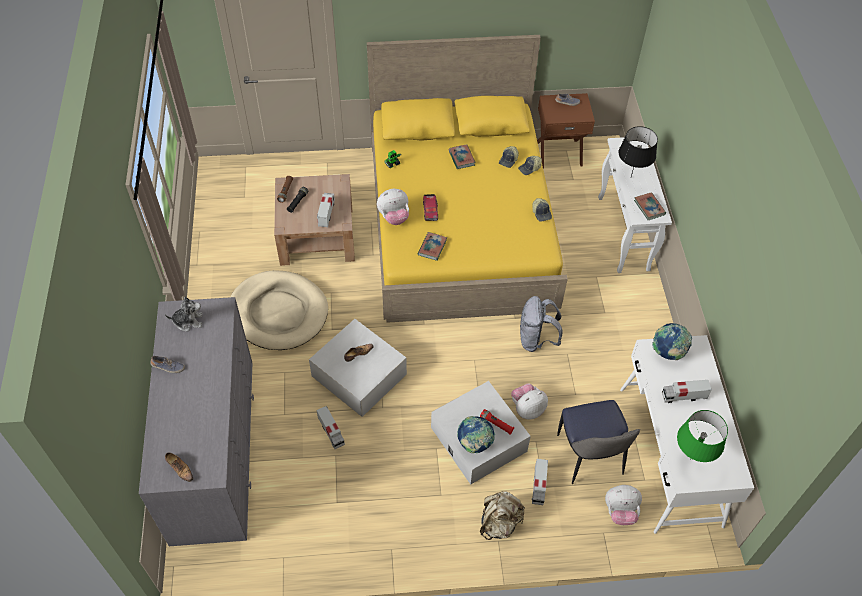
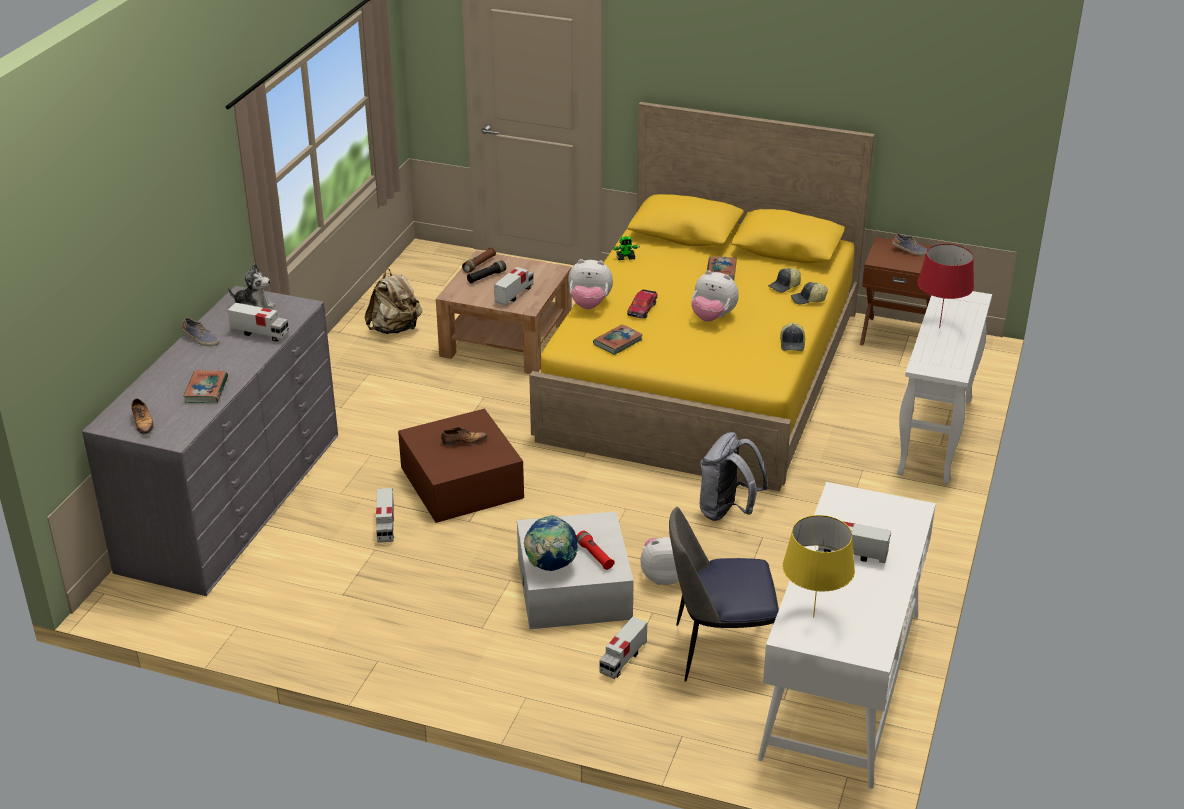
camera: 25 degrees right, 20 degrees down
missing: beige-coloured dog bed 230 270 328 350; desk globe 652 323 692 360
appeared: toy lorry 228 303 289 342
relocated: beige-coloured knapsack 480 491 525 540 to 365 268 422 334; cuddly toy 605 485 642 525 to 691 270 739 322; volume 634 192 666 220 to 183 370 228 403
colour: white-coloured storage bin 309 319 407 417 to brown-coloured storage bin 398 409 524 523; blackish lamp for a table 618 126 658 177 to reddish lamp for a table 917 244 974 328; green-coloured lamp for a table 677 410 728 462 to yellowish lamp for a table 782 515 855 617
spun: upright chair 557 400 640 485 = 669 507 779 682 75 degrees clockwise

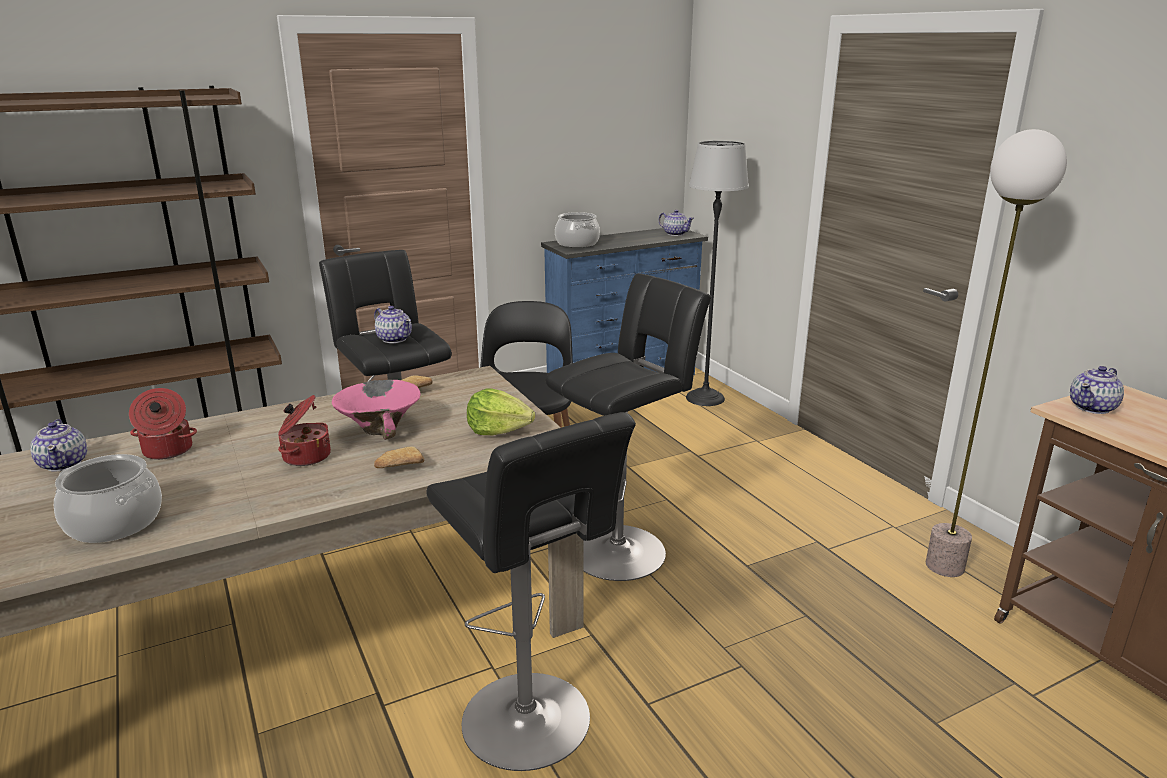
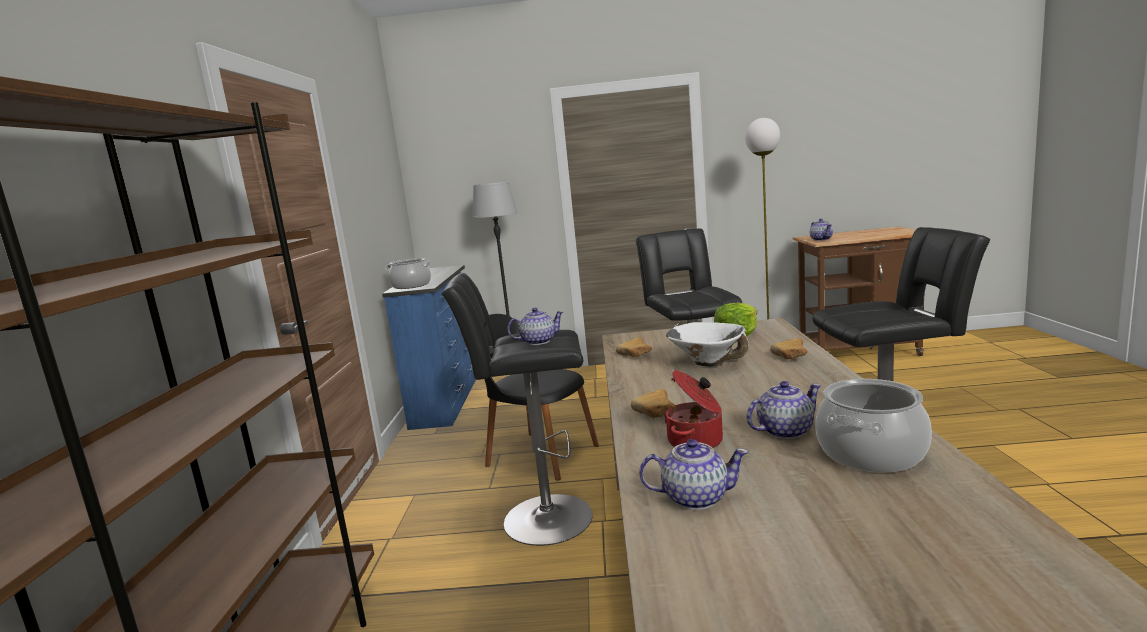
camera: 60 degrees left, 10 degrees down
missing: cooking pot 278 395 331 466
appeared: bread 631 389 675 418
relocated: teapot 658 210 694 236 to 747 381 821 439
colour: pinkish deep dish 332 380 421 440 to white-coloured deep dish 666 322 749 367

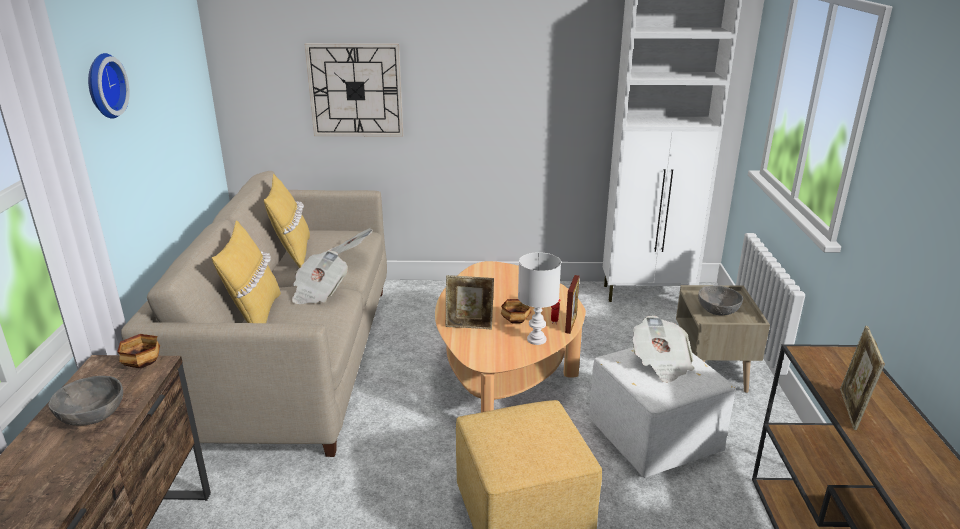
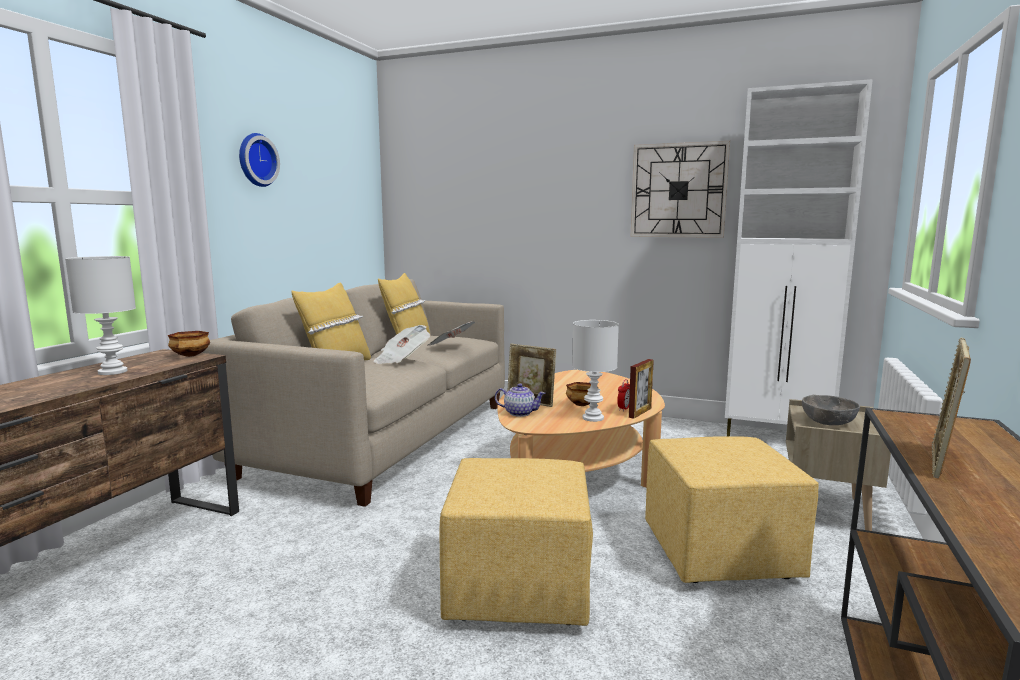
camera: 20 degrees right, 15 degrees down
missing: newspaper 633 315 694 383
appeared: teapot 495 383 546 417
relocated: clock on the wall 305 43 403 137 to 631 141 730 238
exchanged: greyish deep dish 48 376 123 426 to white-coloured lamp for a table 65 256 136 375
colour: white-coloured ottoman 589 347 736 478 to yellowish ottoman 645 436 819 583

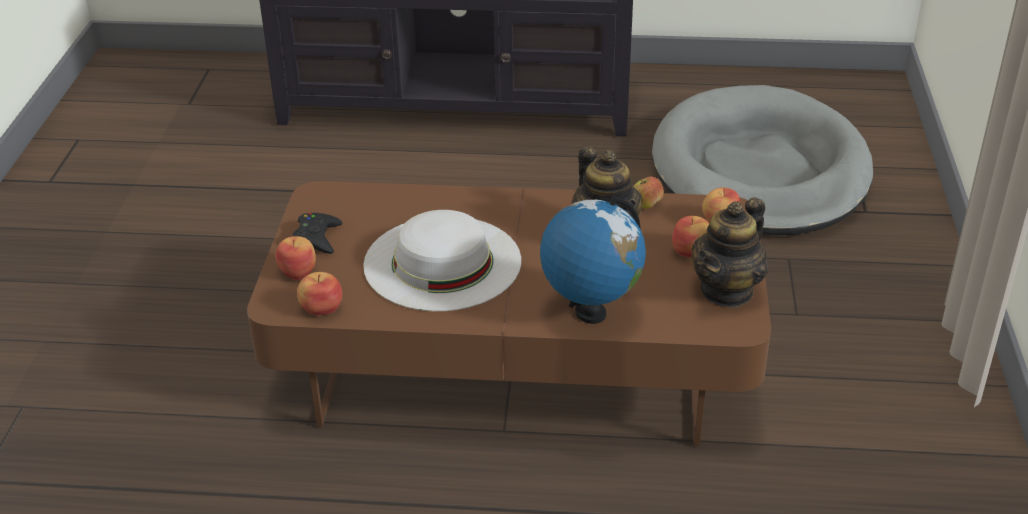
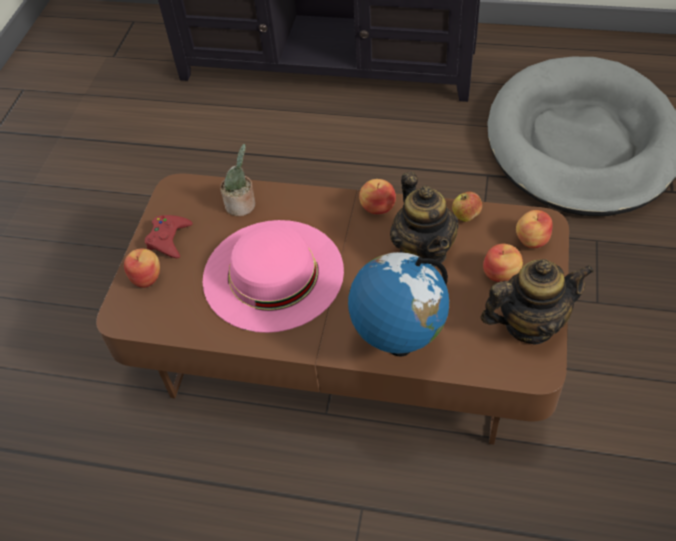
camera: 10 degrees right, 15 degrees up
appeared: houseplant 220 144 255 216
relocated: apple 297 272 342 315 to 359 179 396 214
colour: blackish game controller 293 212 342 254 to reddish game controller 145 215 193 258; white-coloured clothing hat 363 210 521 311 to pinkish clothing hat 203 220 344 333
spun: teapot 692 197 768 308 = 480 259 594 344 150 degrees counterclockwise

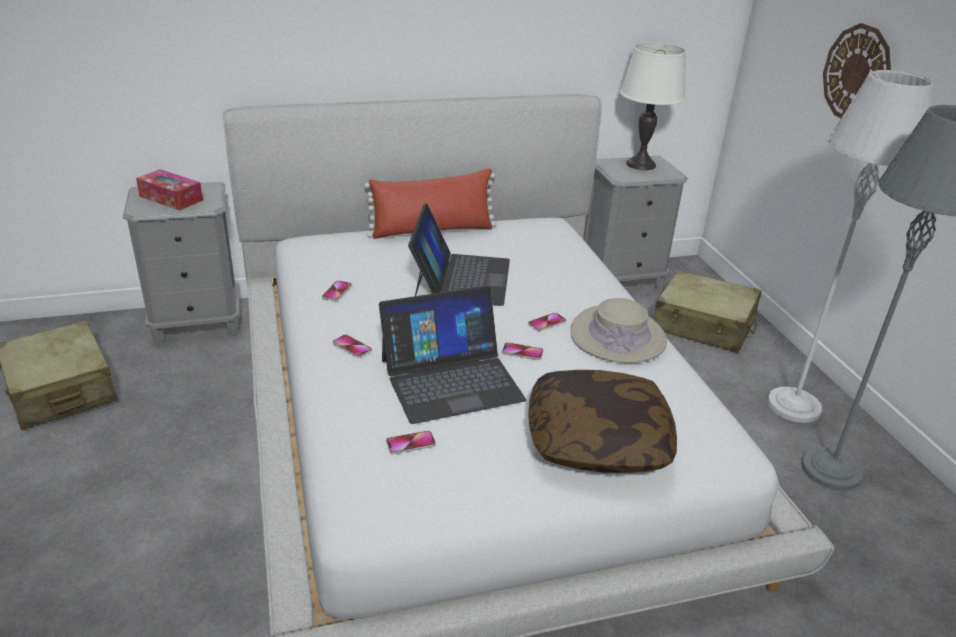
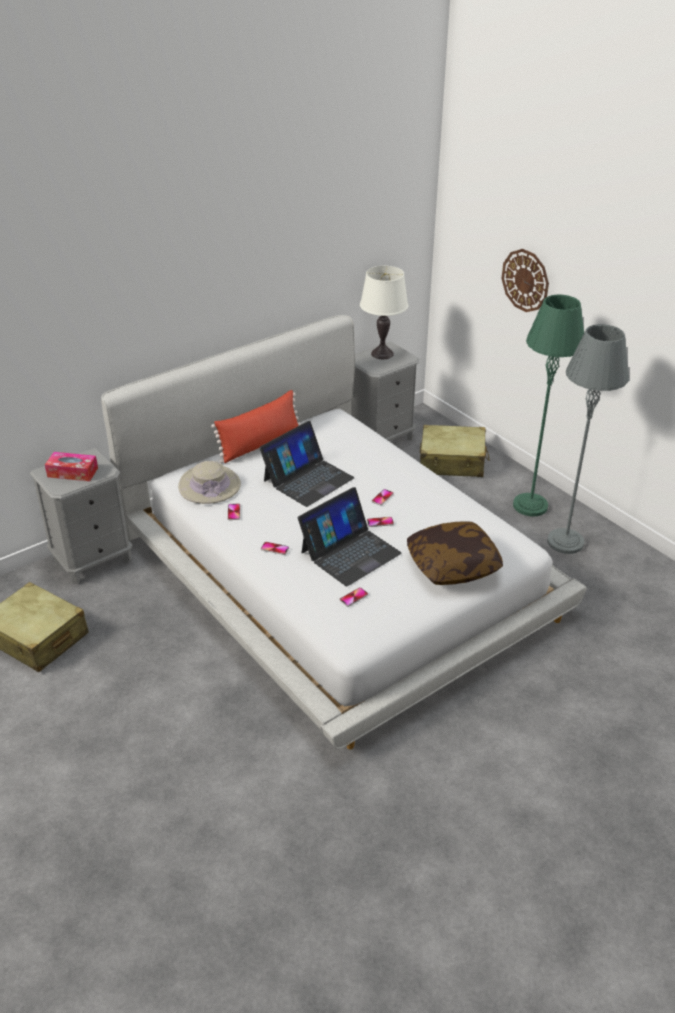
camera: 20 degrees left, 5 degrees up
relocated: beige-coloured clothing hat 570 298 667 363 to 178 461 241 504
colour: greyish standard lamp 767 70 933 423 to green-coloured standard lamp 513 295 584 516
spun: laptop 408 203 510 306 = 260 421 354 507 60 degrees clockwise

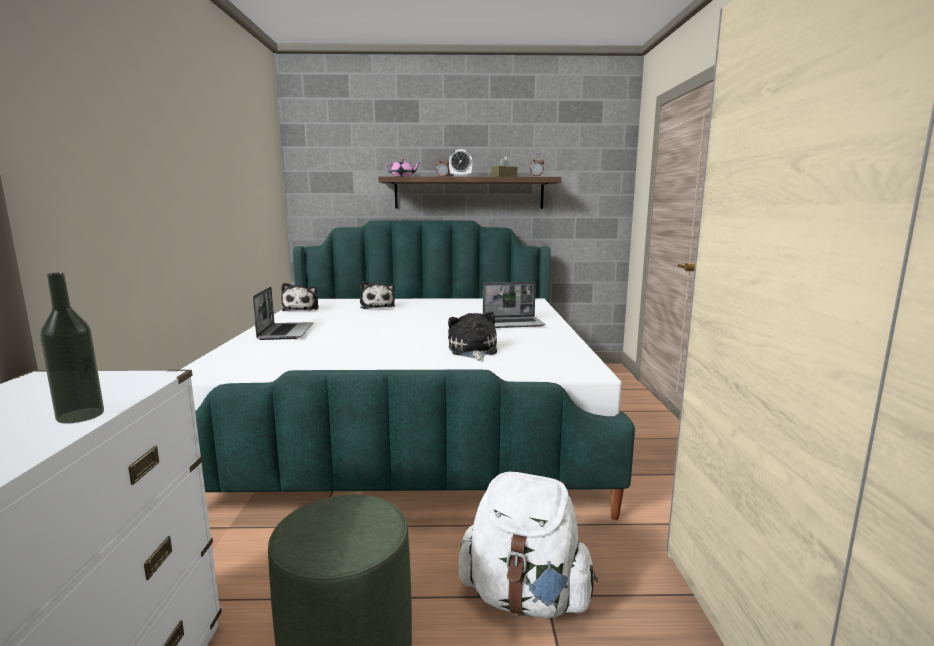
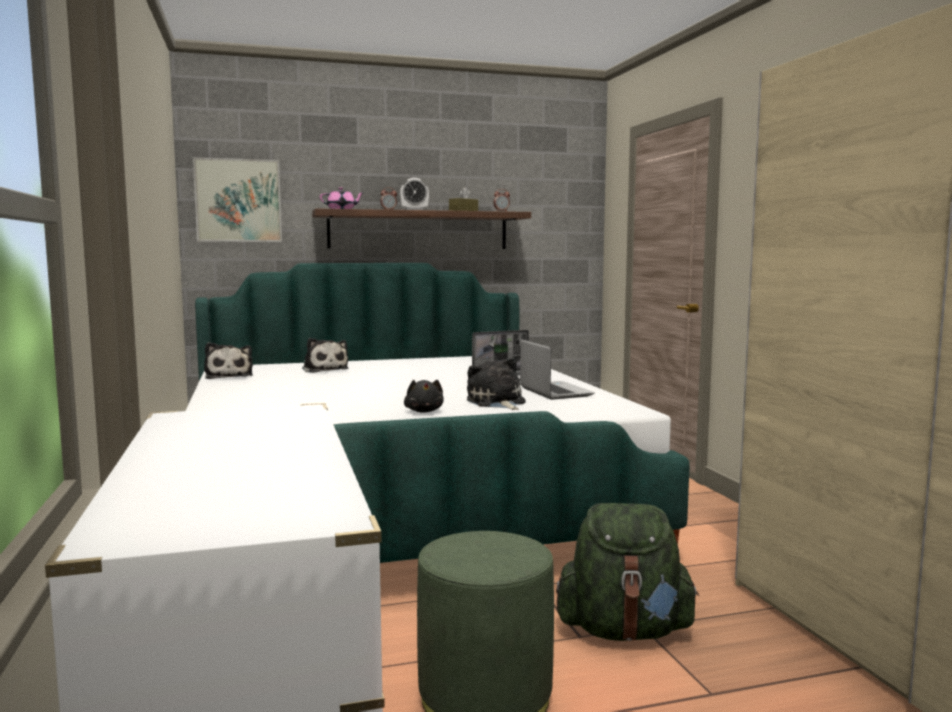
camera: 15 degrees left, 5 degrees down
missing: bottle 40 273 104 424
appeared: wall picture 193 157 282 242; blackish cuddly toy 404 380 444 413
relocated: laptop 253 287 313 340 to 520 339 595 400
colour: white-coloured knapsack 458 472 598 618 to green-coloured knapsack 556 503 699 641

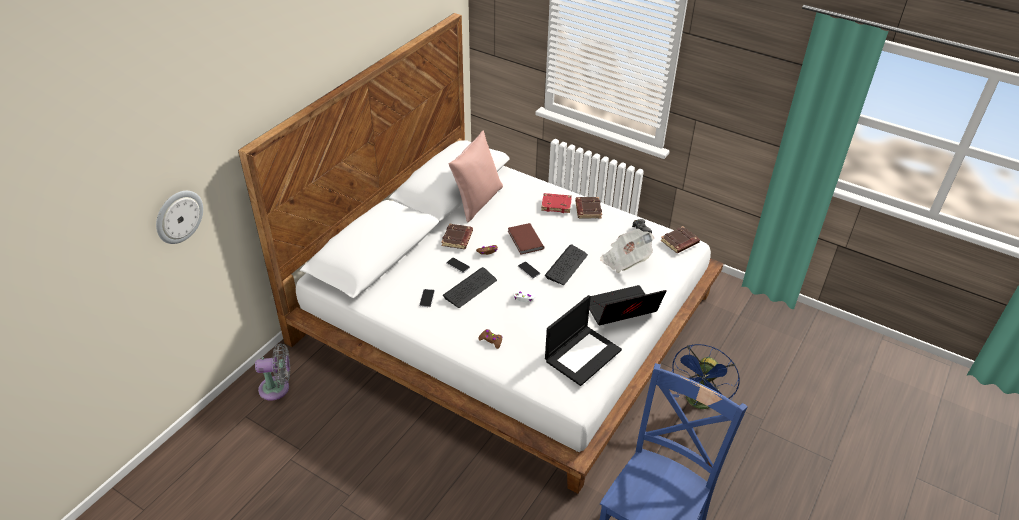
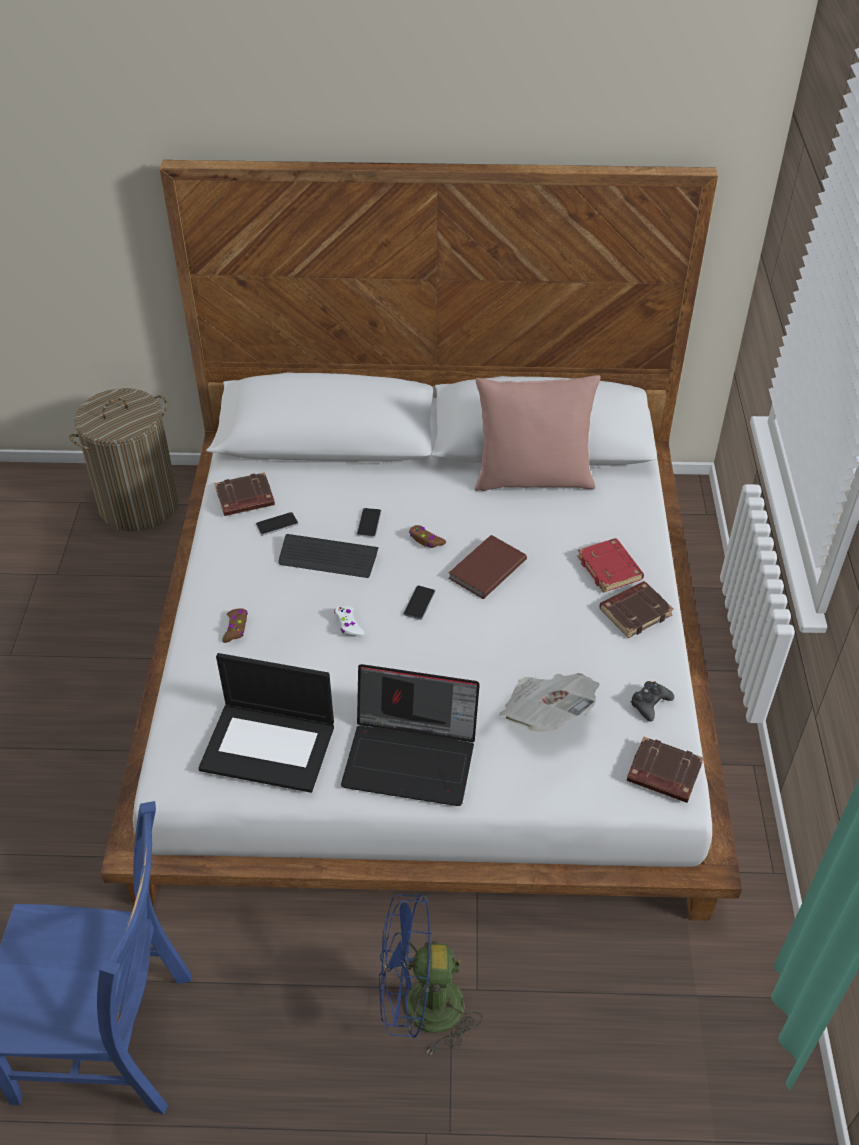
camera: 60 degrees right, 5 degrees up
missing: clock on the wall 156 191 203 244; PC keyboard 545 244 588 285
relocated: brown-coloured volume 441 223 473 249 to 215 472 275 516
exchanged: greyish electric fan 255 343 290 401 to laundry basket 69 388 179 531
spun: laptop 583 285 667 325 = 341 664 480 806 150 degrees clockwise

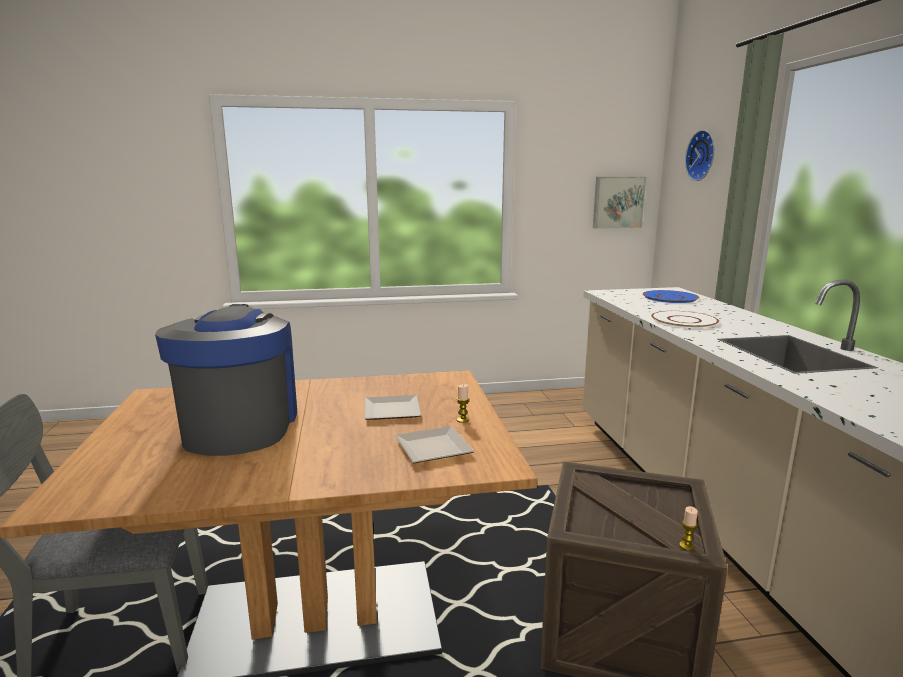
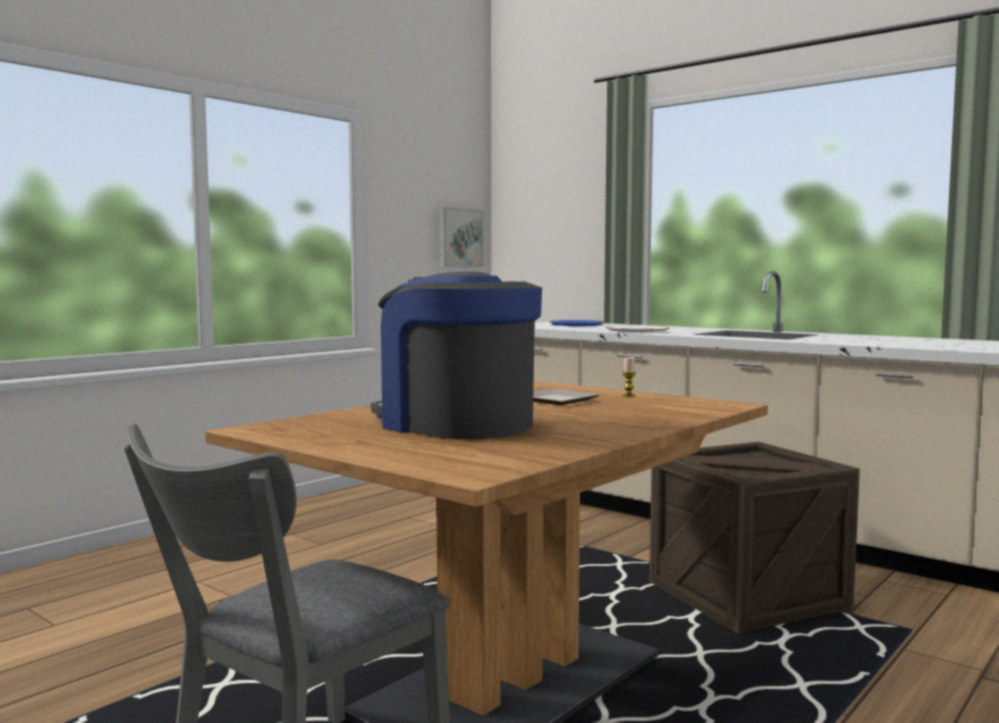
camera: 40 degrees left, 10 degrees down
missing: plate 395 426 474 464; wax light 679 506 698 551; clock on the wall 685 130 715 181

